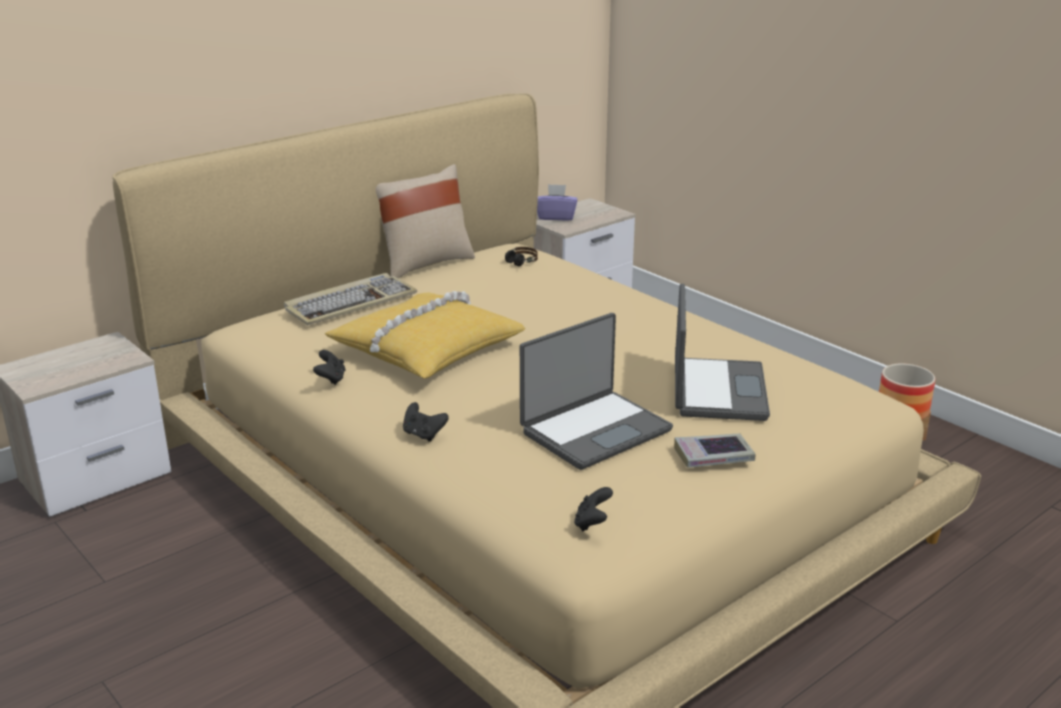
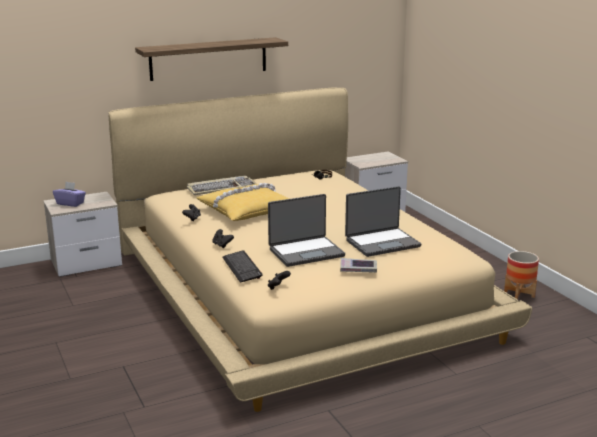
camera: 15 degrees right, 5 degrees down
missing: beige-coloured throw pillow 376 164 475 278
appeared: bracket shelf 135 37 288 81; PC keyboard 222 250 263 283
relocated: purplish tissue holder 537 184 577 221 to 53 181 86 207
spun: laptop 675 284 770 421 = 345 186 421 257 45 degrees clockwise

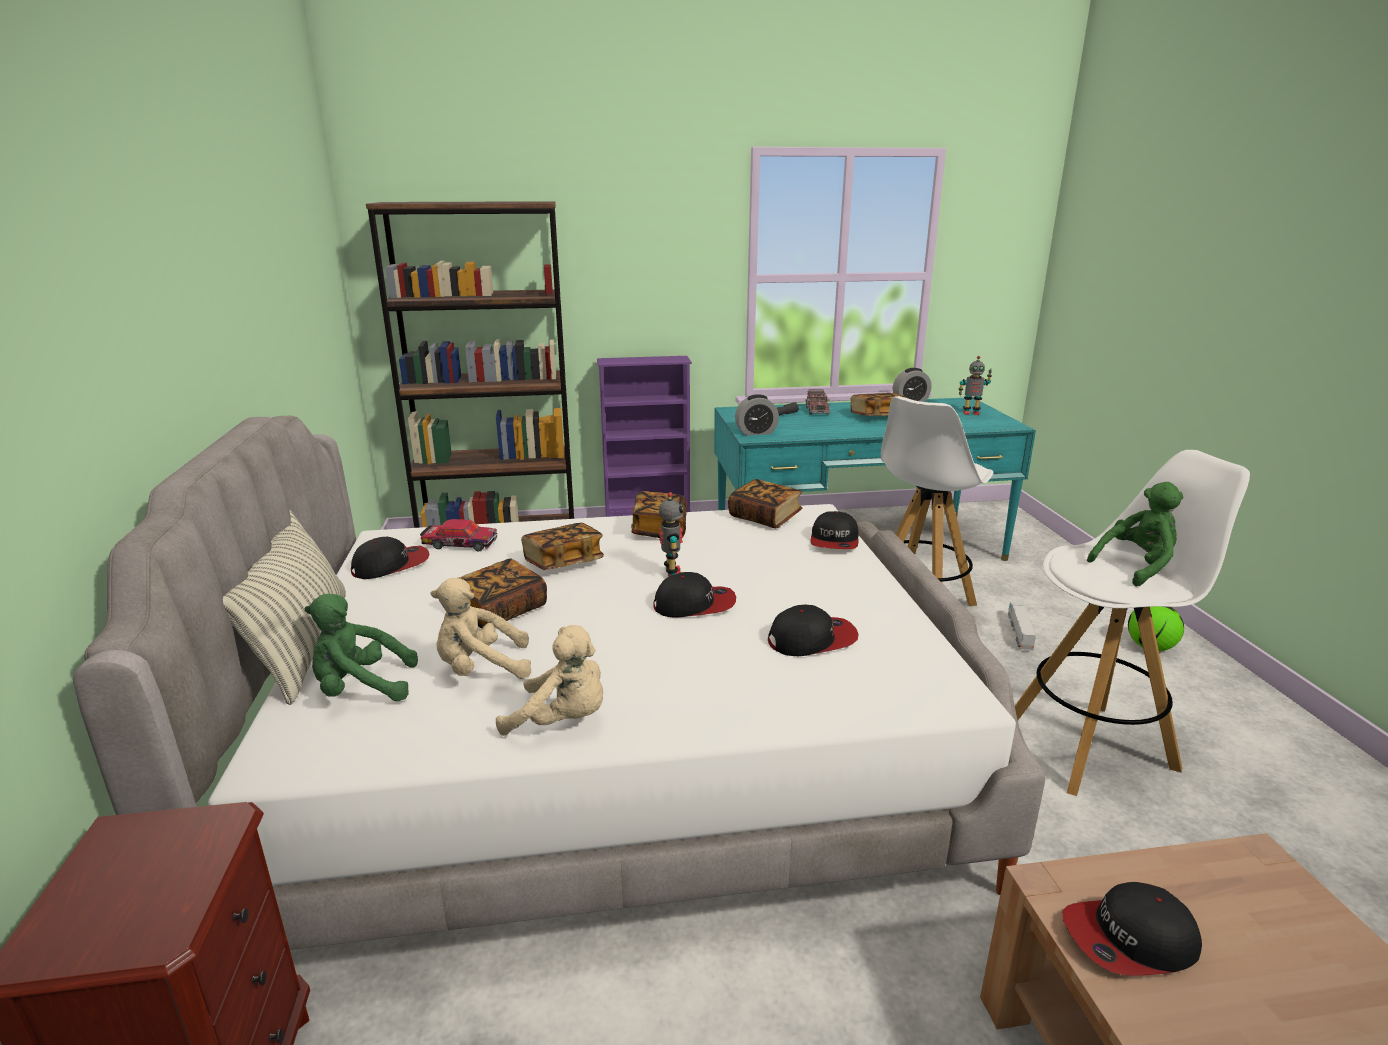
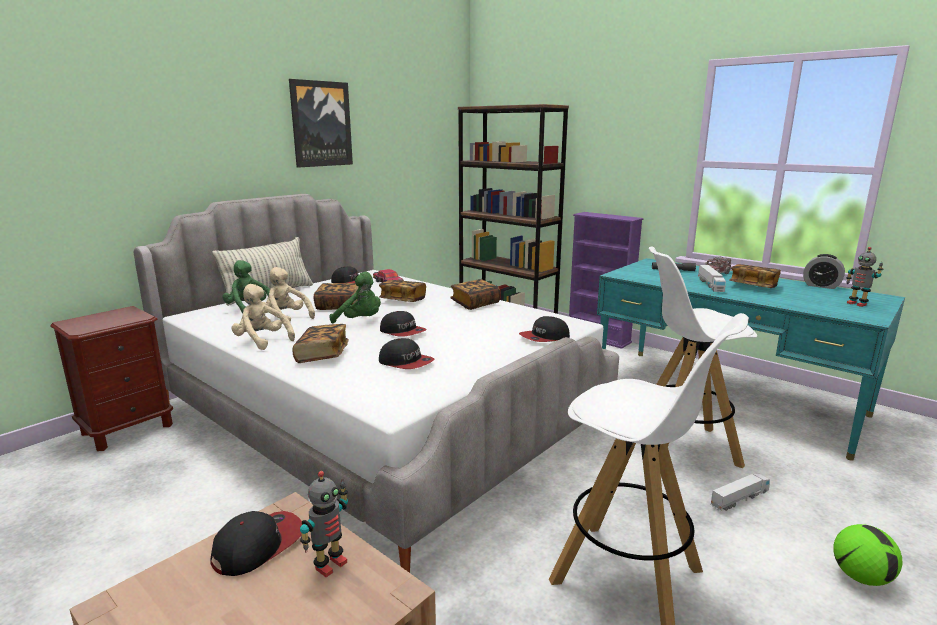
camera: 50 degrees right, 5 degrees down
missing: table clock 735 394 779 436
appeared: wall picture 289 79 353 168; toy lorry 698 265 726 292
relocated: model robot 659 492 683 577 to 300 471 348 577; volume 728 479 803 529 to 292 324 348 363; green-coloured cuddly toy 1087 482 1183 586 to 330 272 381 323
spun: beige-coloured cuddly toy 496 625 603 736 = 231 284 295 350 150 degrees clockwise; cap 1062 882 1202 976 = 210 511 302 576 90 degrees clockwise

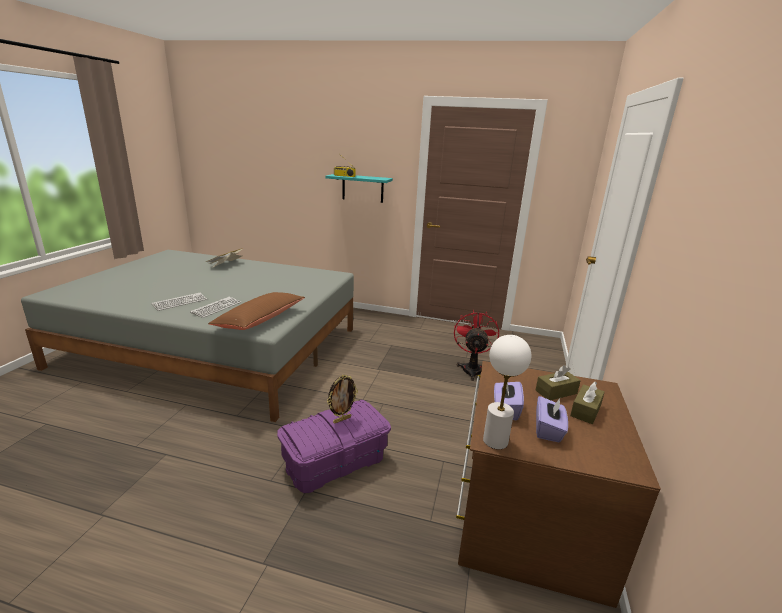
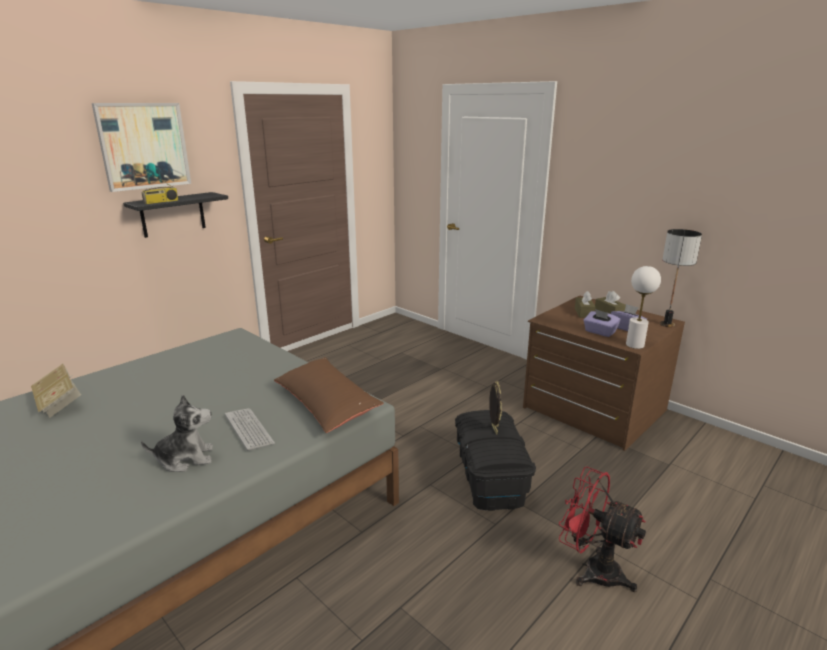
camera: 60 degrees left, 0 degrees up
appeared: wall picture 92 103 191 192; lamp for a table 660 229 702 327
relocated: reddish electric fan 454 310 499 381 to 559 466 646 592
exchanged: PC keyboard 151 293 207 311 to cuddly toy 141 394 213 472
colour: purplish storage bin 277 400 391 493 to blackish storage bin 455 410 536 511; turquoise bracket shelf 326 174 393 203 to blackish bracket shelf 123 192 228 238

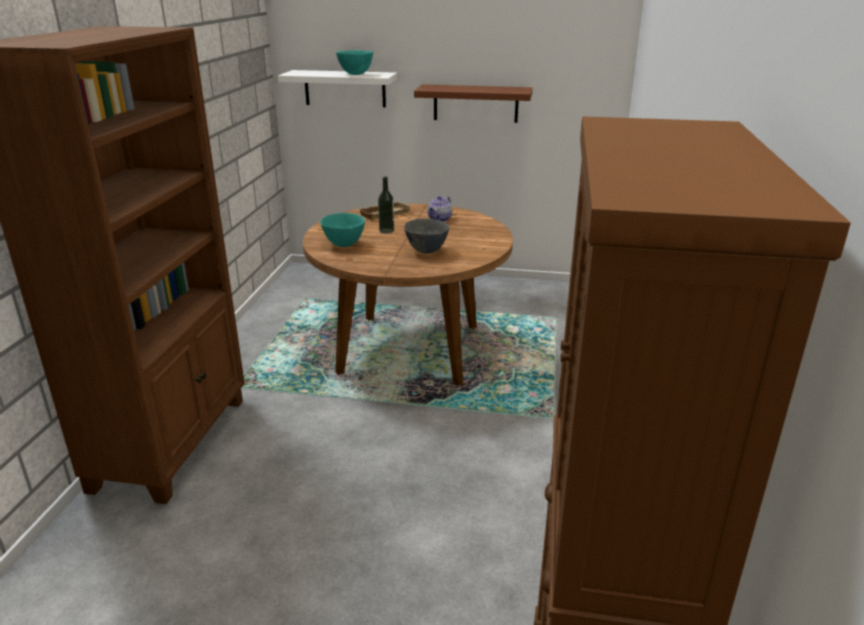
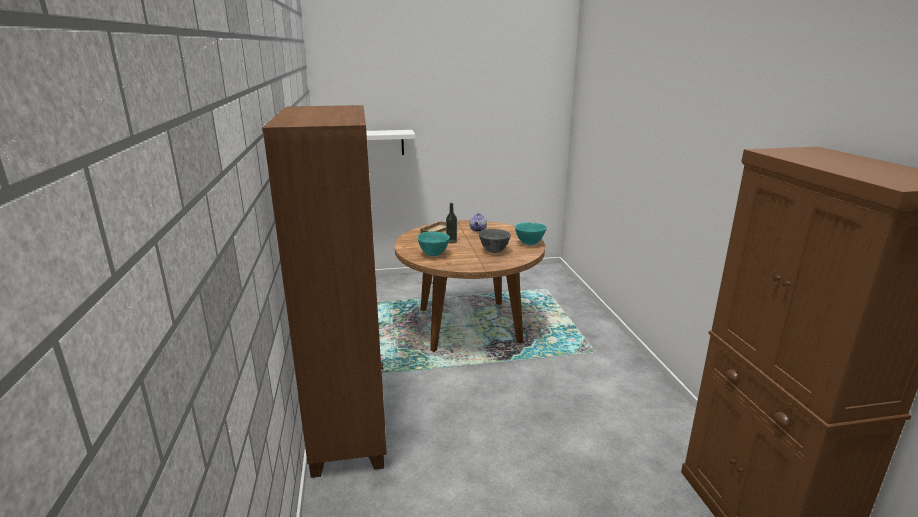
camera: 20 degrees left, 5 degrees down
missing: brown-coloured bracket shelf 414 84 532 123
relocated: turquoise deep dish 336 50 373 75 to 515 222 547 245

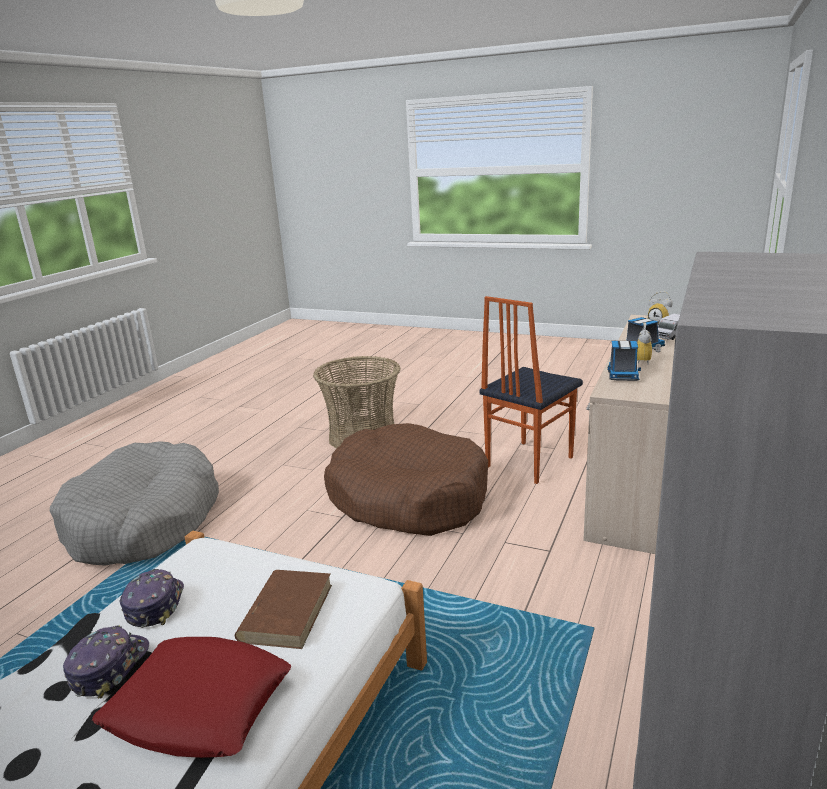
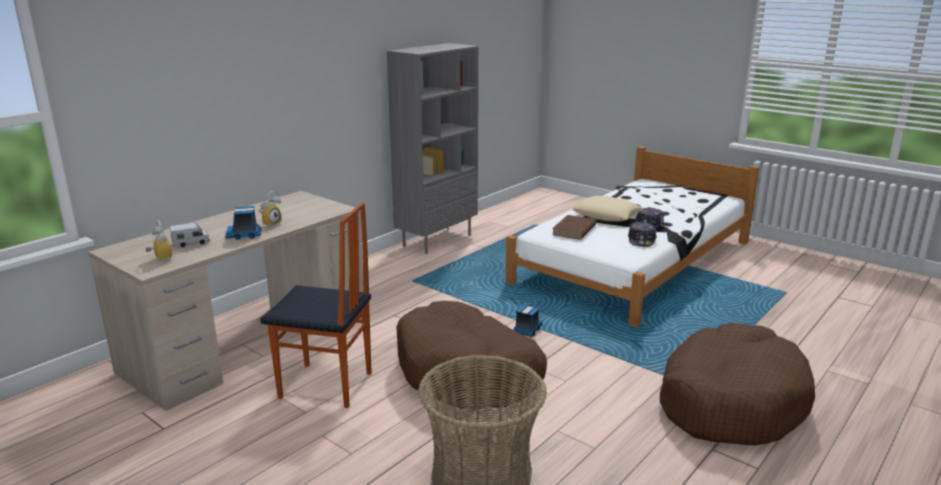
camera: 165 degrees left, 0 degrees up
relocated: toy lorry 608 341 641 381 to 514 305 543 337
colour: greyish dog bed 50 441 219 565 to brown-coloured dog bed 660 323 815 445; reddish throw pillow 92 637 291 758 to beige-coloured throw pillow 571 196 643 222
spun: upright chair 479 296 583 484 = 260 202 372 408 45 degrees clockwise

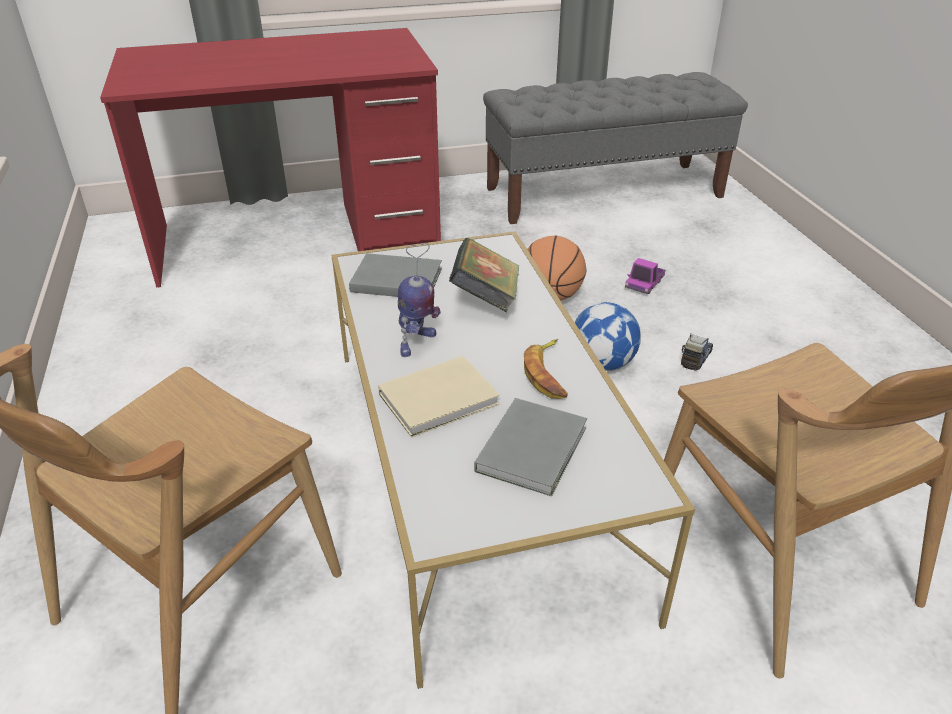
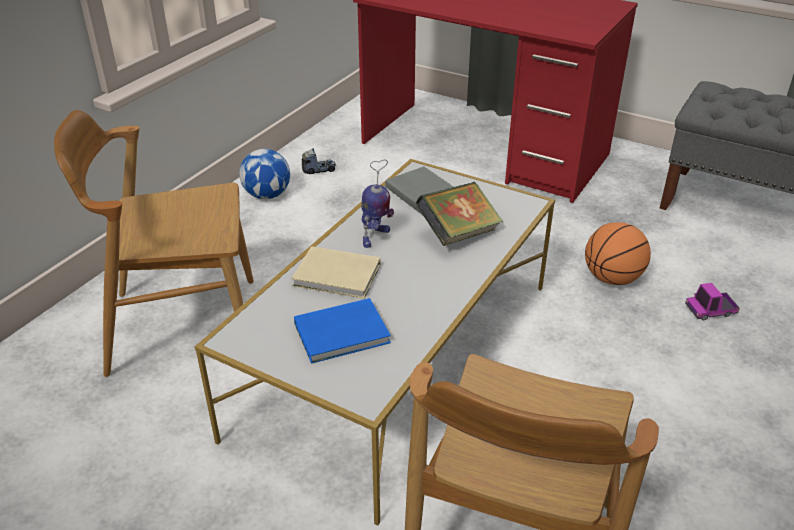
camera: 45 degrees right, 0 degrees up
missing: whole banana 524 339 568 399
relocated: football 575 302 641 371 to 239 149 290 199; toy lorry 681 333 713 371 to 302 148 336 174
colour: greyish volume 474 398 587 497 to blue volume 294 298 391 364
spun: model robot 398 243 441 357 = 361 159 394 248 45 degrees counterclockwise

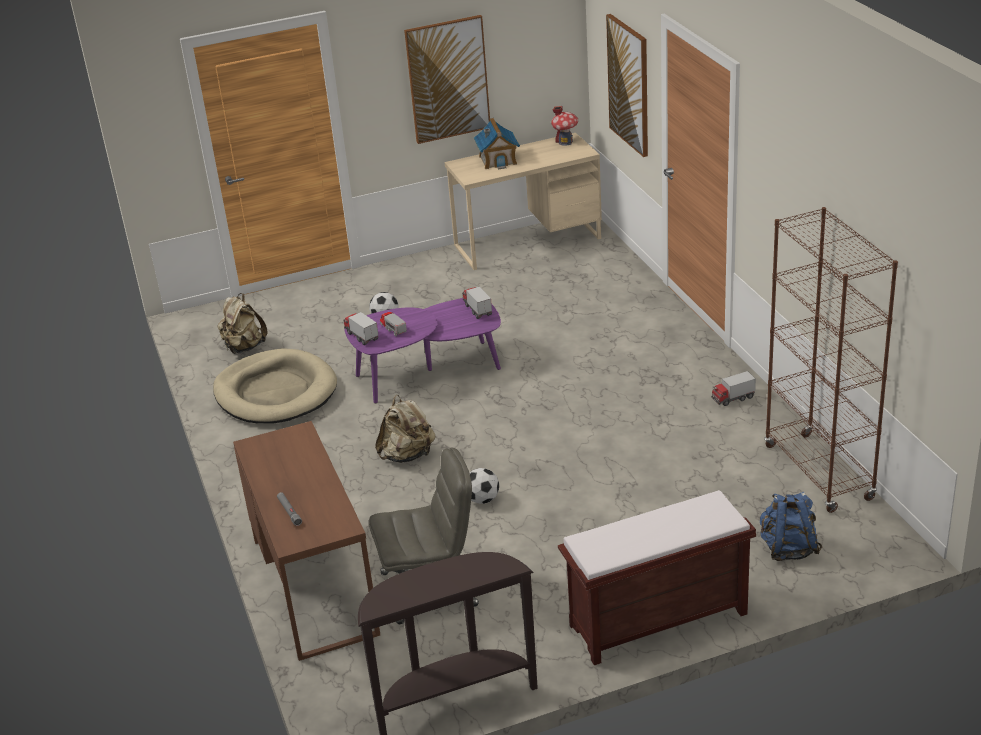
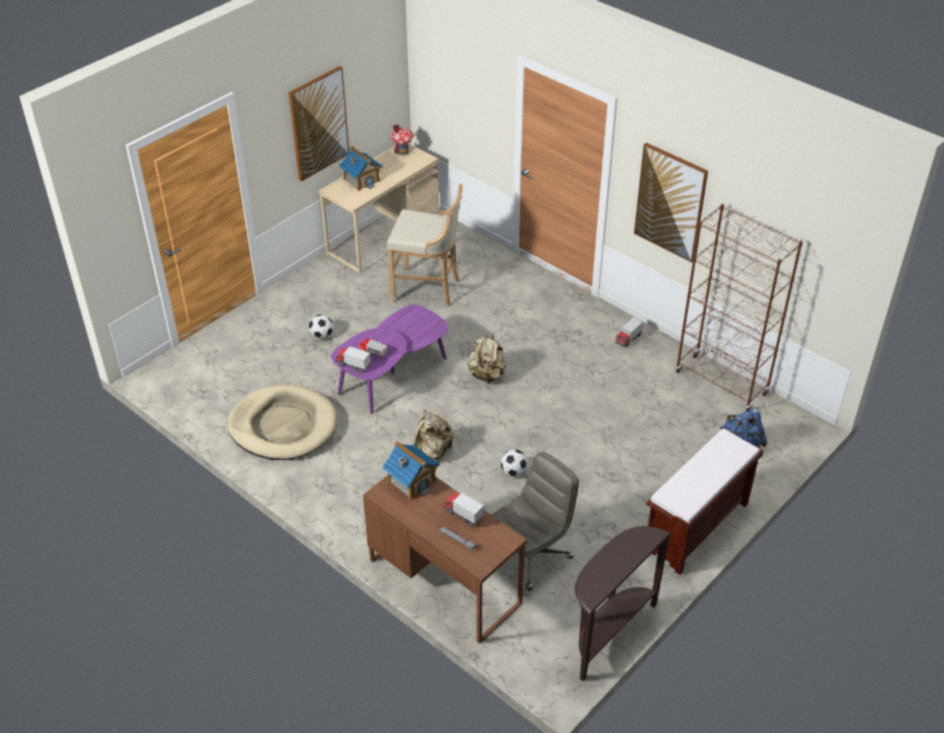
camera: 30 degrees left, 10 degrees up
appeared: model house 382 441 440 500; beige-coloured stool seat 387 184 463 307
relocated: beige-coloured knapsack 218 293 267 354 to 468 333 506 384; toy lorry 462 286 492 319 to 444 492 484 527; wall picture 606 14 648 157 to 634 143 708 263

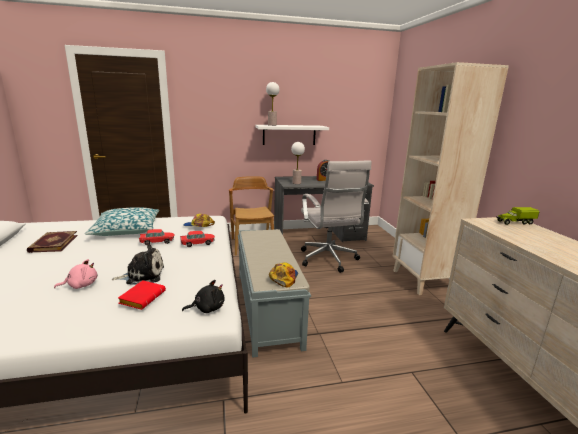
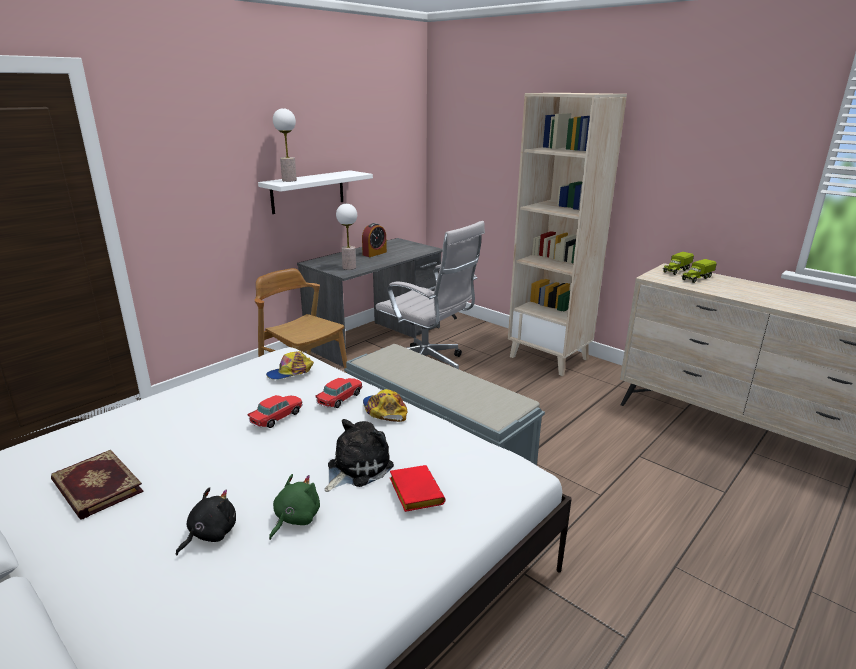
camera: 35 degrees left, 5 degrees up
missing: throw pillow 85 207 159 236
appeared: toy lorry 681 259 717 283
relocated: blackish cuddly toy 182 280 225 313 to 176 487 236 555; cap 269 262 298 287 to 363 389 407 422
colour: pinkish cuddly toy 54 259 97 289 to green-coloured cuddly toy 269 474 320 540

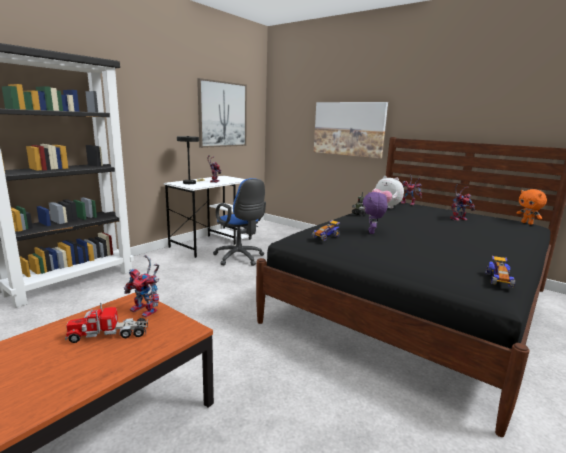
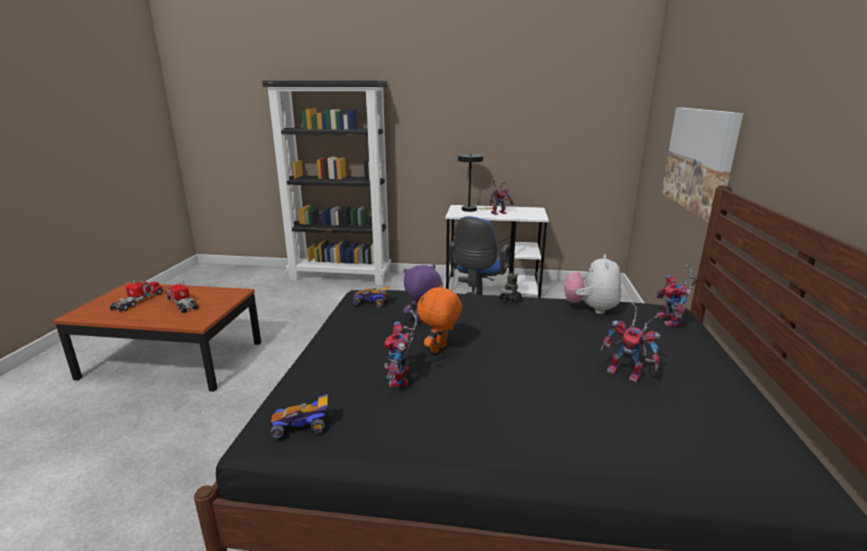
camera: 60 degrees right, 5 degrees up
missing: wall picture 197 78 247 148
appeared: toy lorry 109 279 164 312
relocated: model robot 124 255 159 318 to 384 310 418 387; orange-coloured cuddly toy 516 189 547 225 to 417 285 462 353

